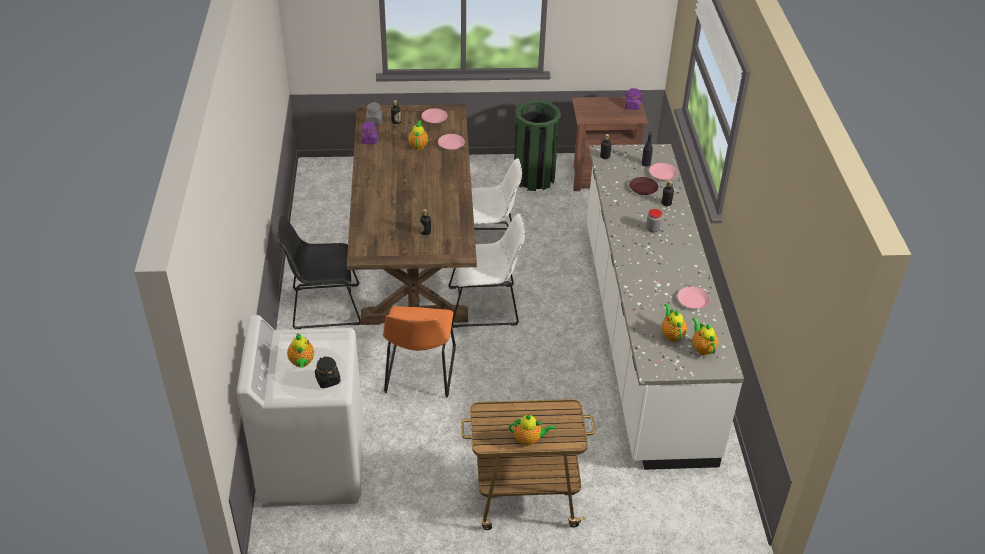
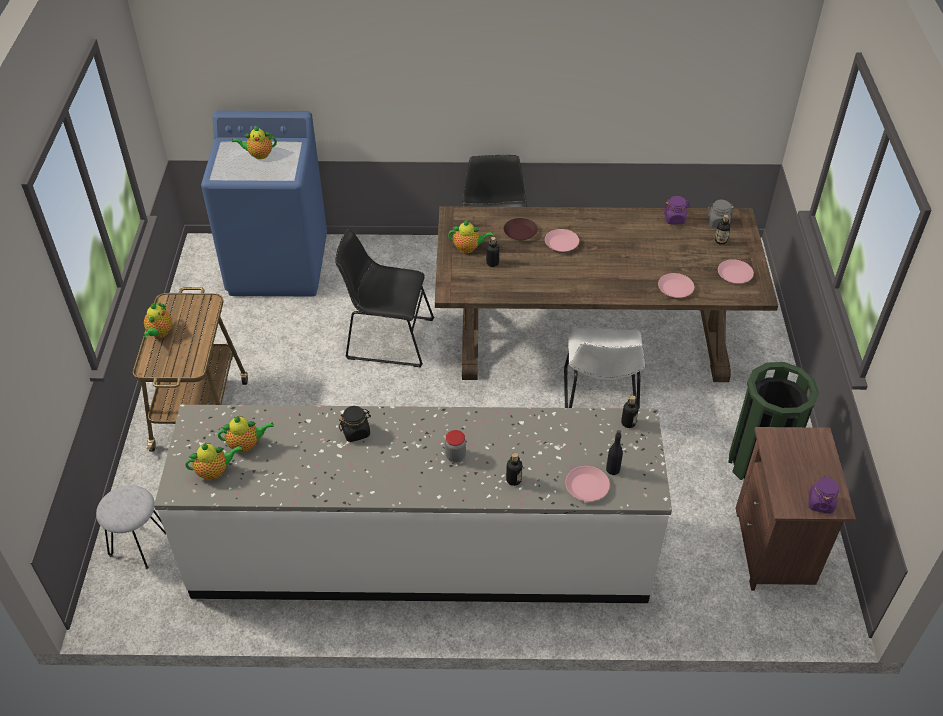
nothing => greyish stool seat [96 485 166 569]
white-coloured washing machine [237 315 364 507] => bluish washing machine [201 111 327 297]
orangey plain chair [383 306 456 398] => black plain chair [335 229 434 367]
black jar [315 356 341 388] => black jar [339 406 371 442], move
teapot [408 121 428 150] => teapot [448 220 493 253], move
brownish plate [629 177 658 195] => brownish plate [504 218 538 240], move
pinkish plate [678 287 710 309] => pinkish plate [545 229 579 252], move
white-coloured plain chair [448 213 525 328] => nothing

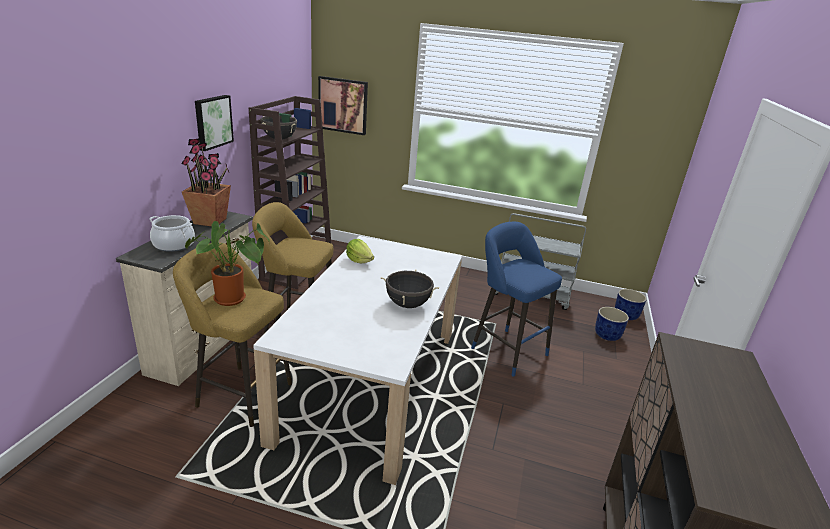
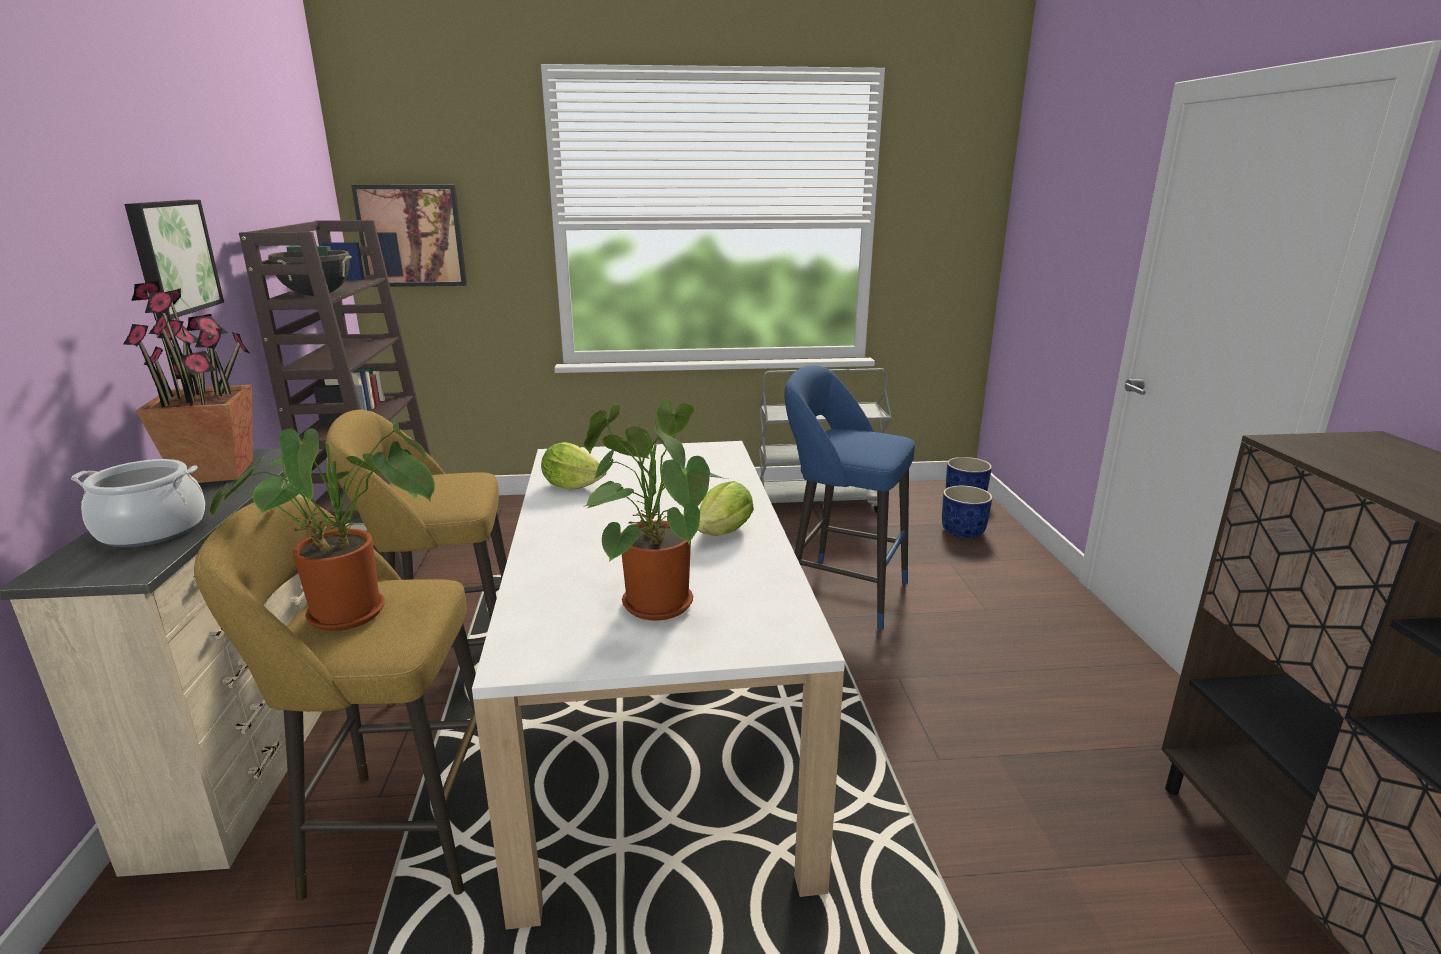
nothing => plant in a pot [583 399 728 620]
black saucepot [381 270 439 308] => lettuce head [698 481 754 536]

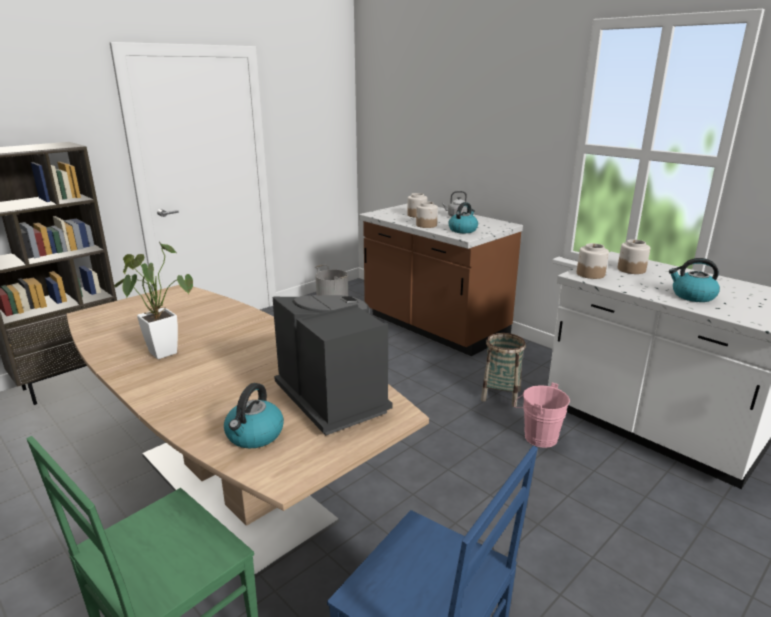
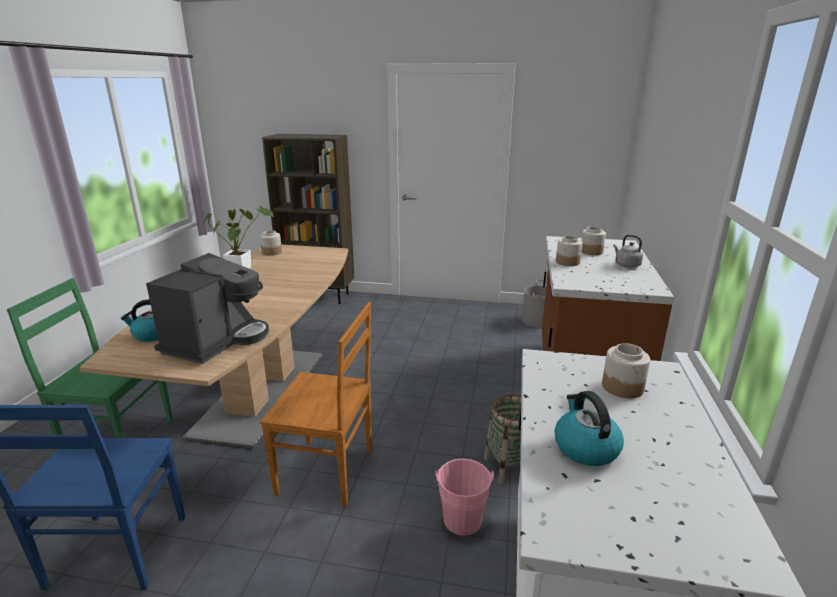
jar [577 243 609 279] => jar [260 230 282 256], move
nothing => brownish plain chair [260 302 372 507]
kettle [448 202 478 233] => nothing

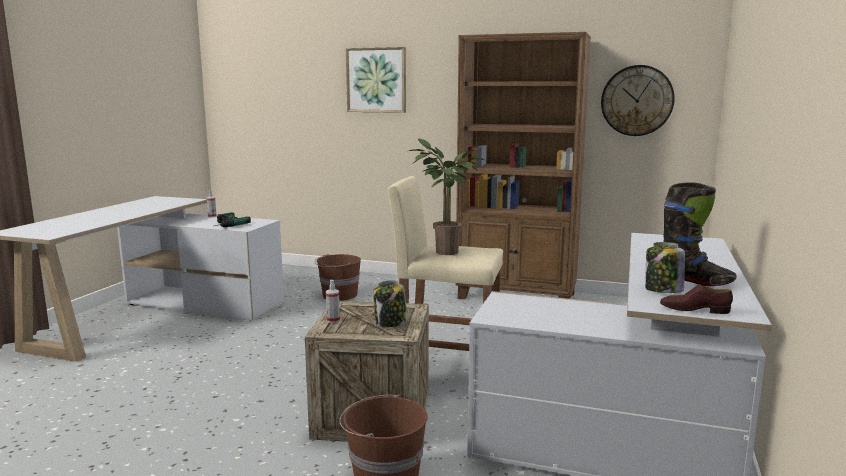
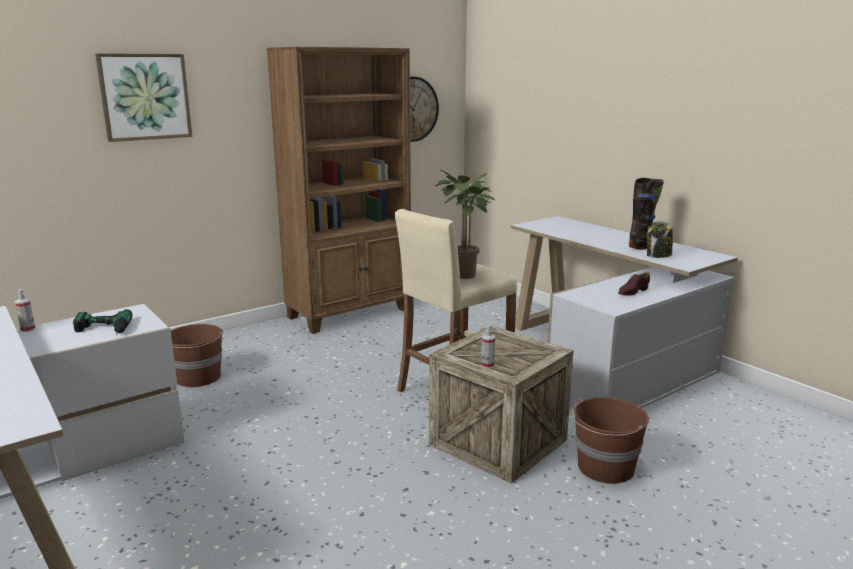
brownish low shoe [660 284 733 314] => brownish low shoe [618 273 650 295], move
jar [373 280 407 328] => nothing

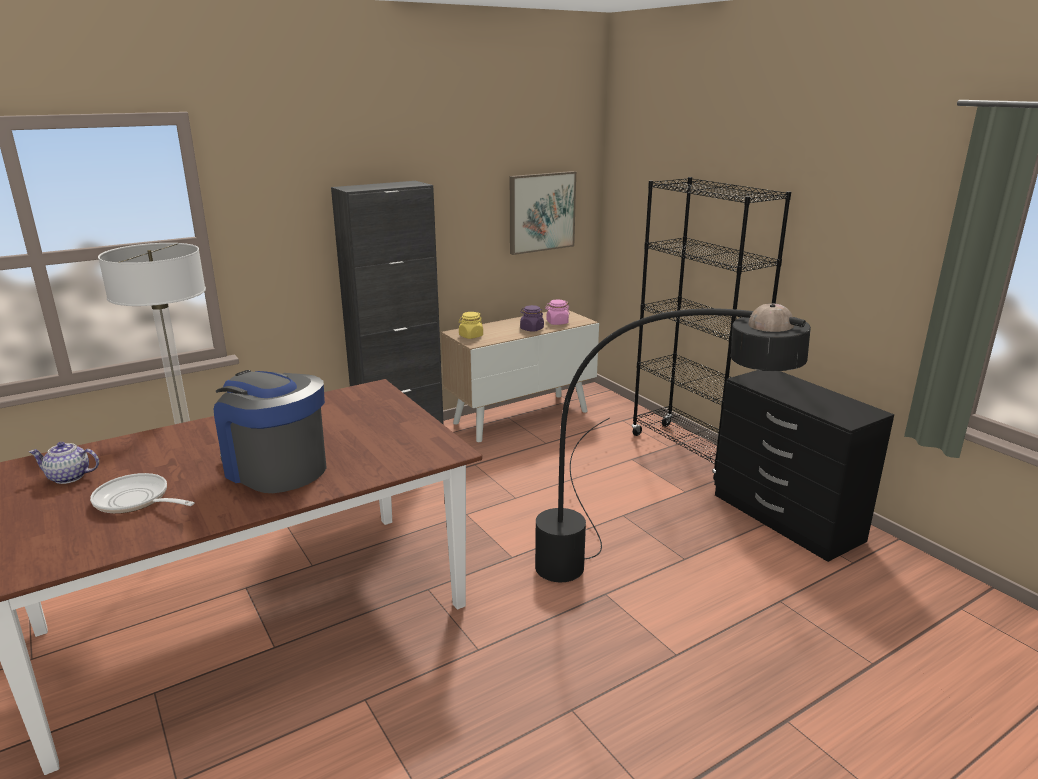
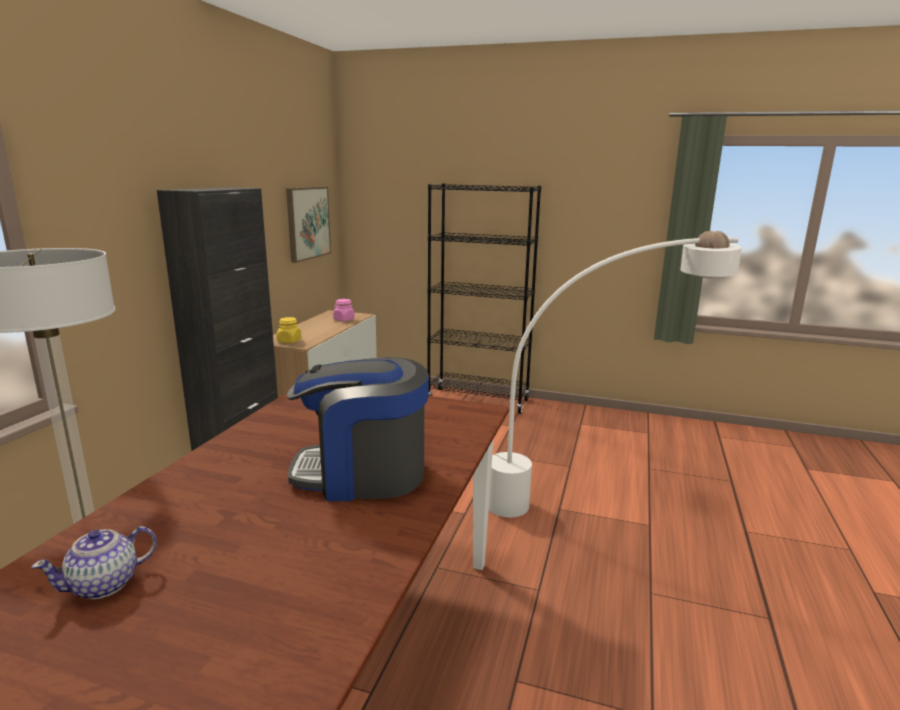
black floor lamp [535 303 811 582] => white-coloured floor lamp [489 230 742 517]
pan [90 473 195 514] => nothing
purplish jar [520 305 544 332] => nothing
black chest of drawers [714 370 894 562] => nothing

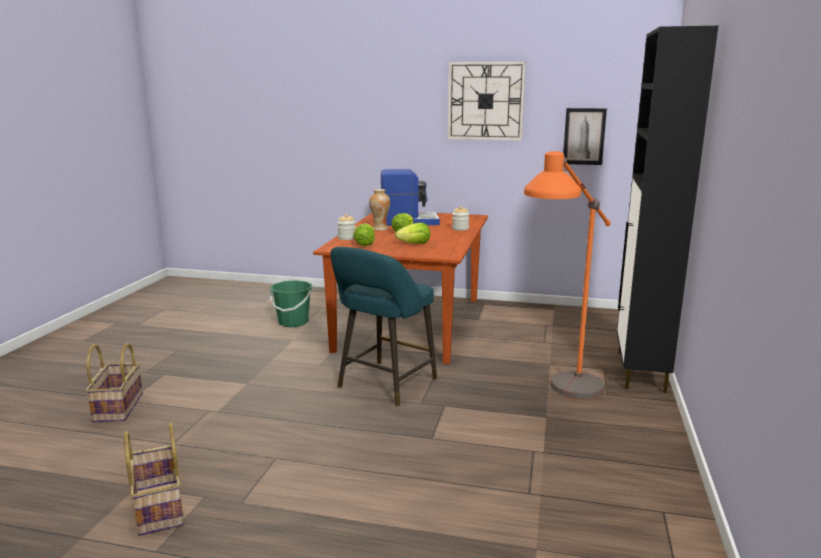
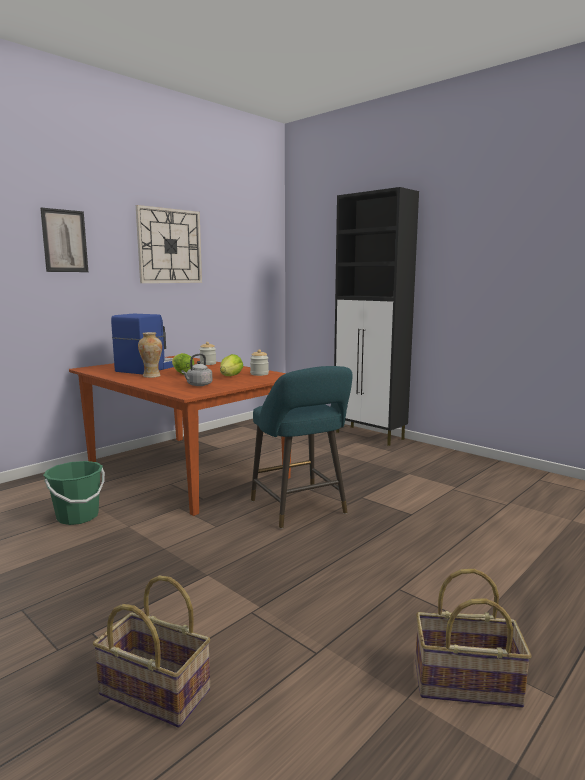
picture [563 108 607 165] => picture [40 208 88 272], move
lettuce head [353 223 375 246] => greyish kettle [181 353 212 386]
jar [337 214 356 240] => jar [250 349 269 376], move
orangey floor lamp [524 151 611 399] => nothing

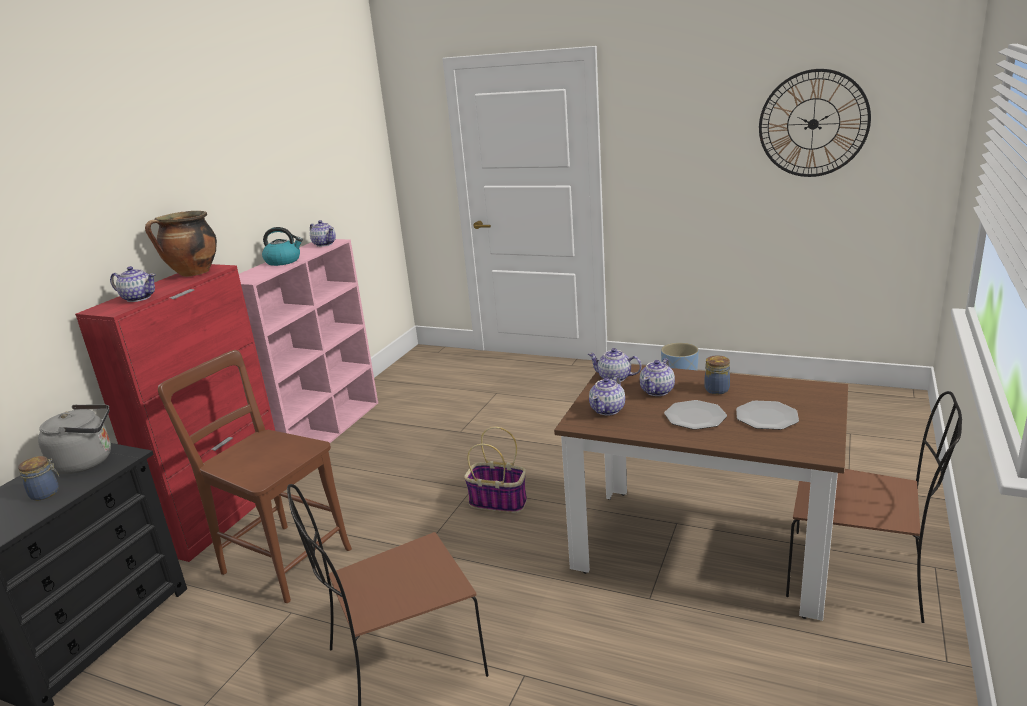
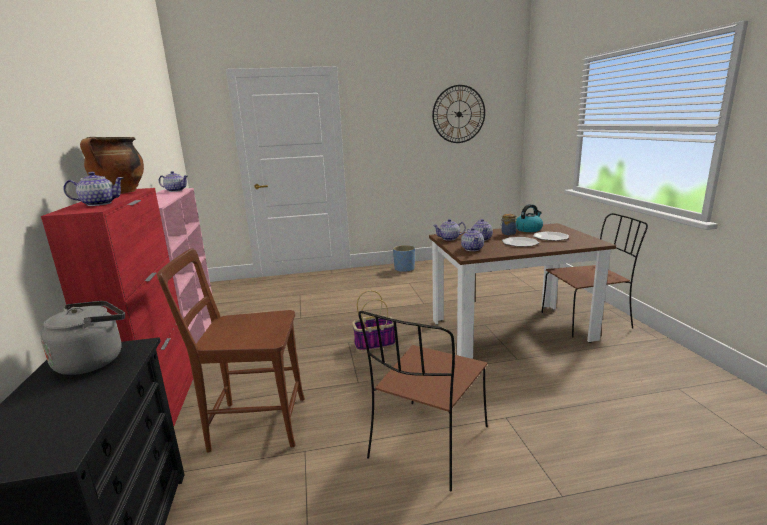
kettle [262 227 303 266] => kettle [516 204 543 232], move
jar [18 456 59 501] => nothing

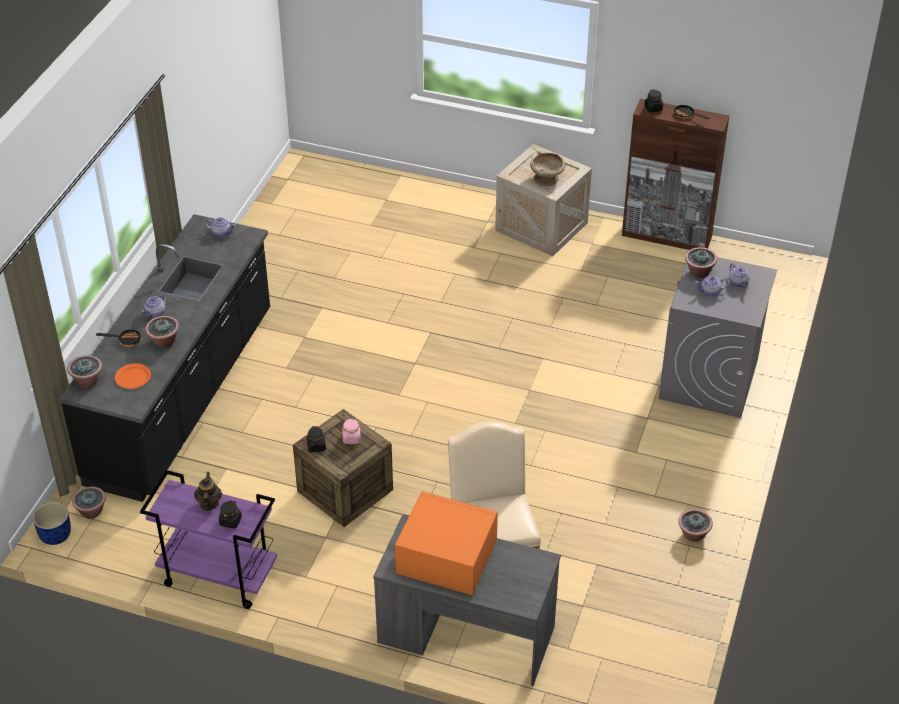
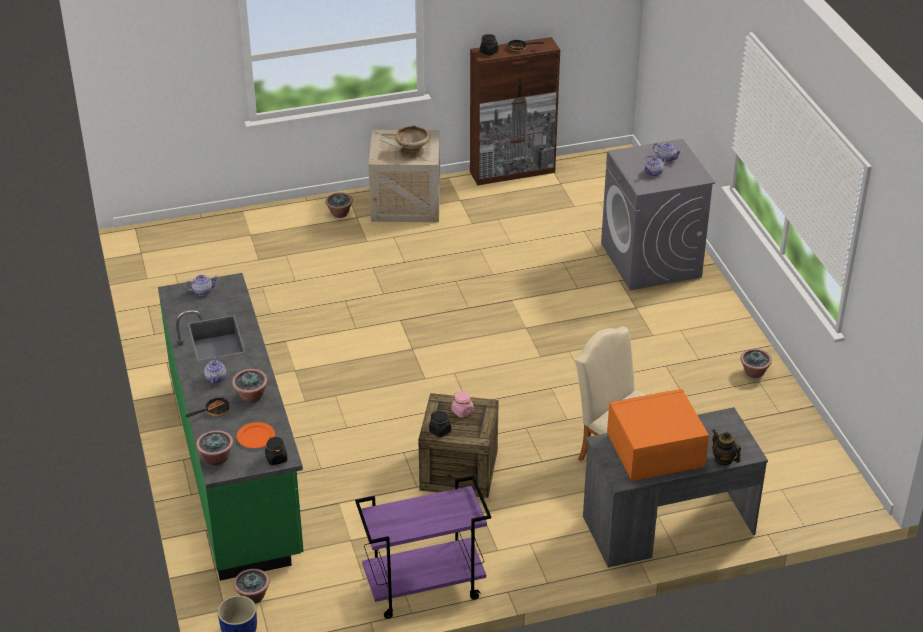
black kitchen counter [60 214 270 502] => greenish kitchen counter [158 273 304 581]
black jar [219 500 242 528] => black jar [265 436 288 465], move
plant in a pot [685 247 717 278] => plant in a pot [325 192 353 218], move
teapot [194 472 222 511] => teapot [712 429 741 466], move

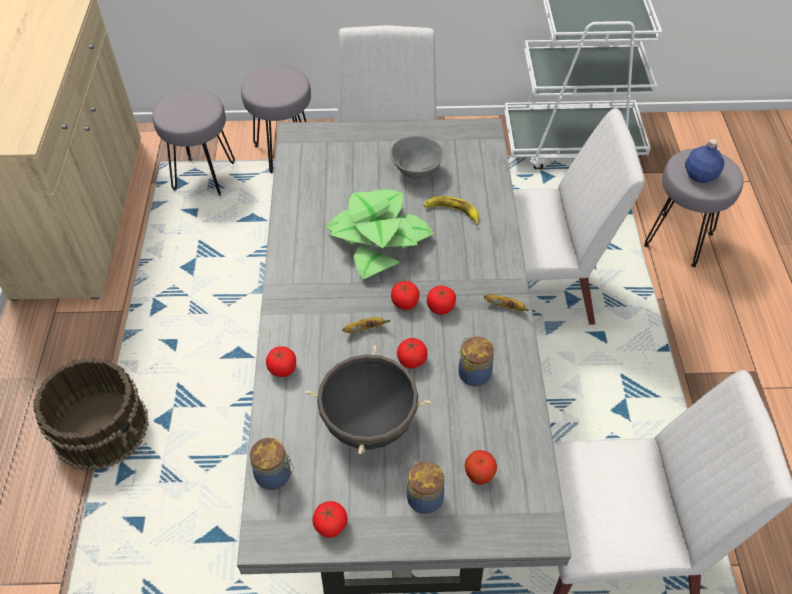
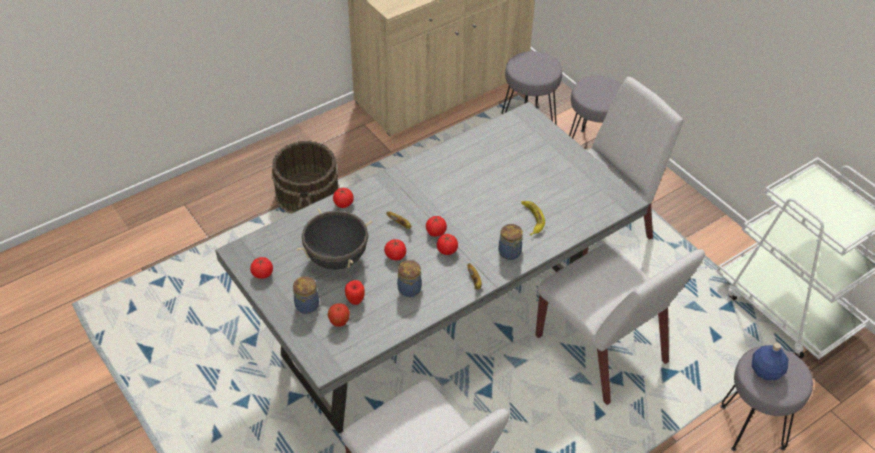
nothing => apple fruit [345 280 365 305]
jar [250 438 294 490] => jar [498 224 523 260], move
plant in a pot [326 189 434 279] => nothing
greyish deep dish [390 135 443 179] => nothing

